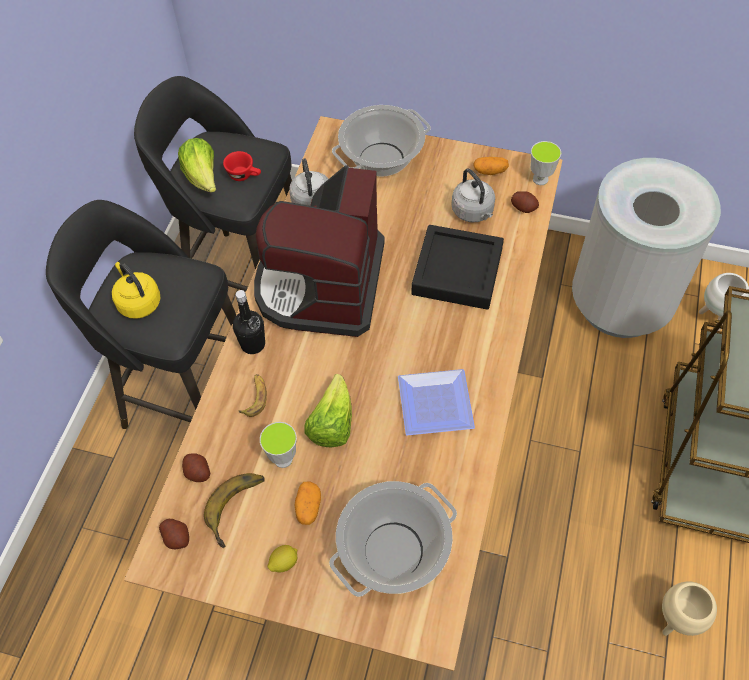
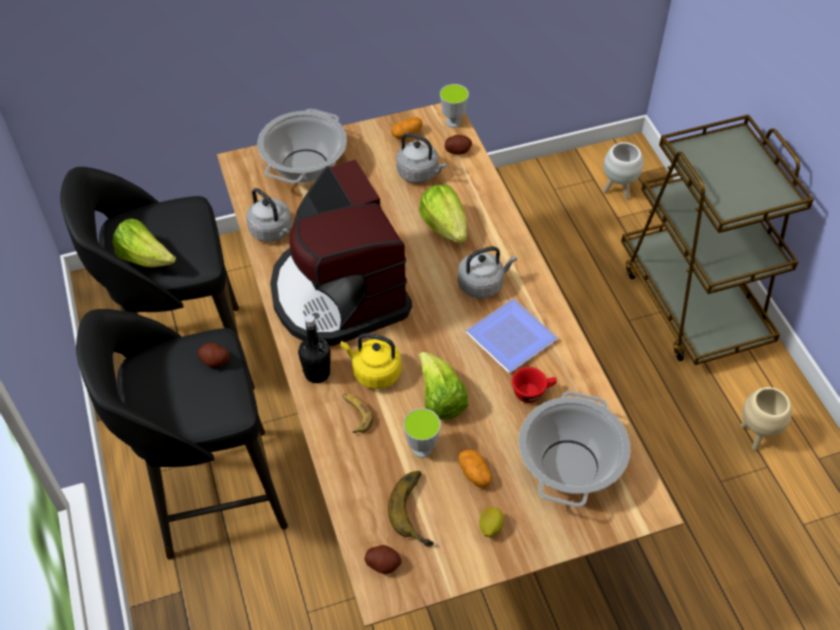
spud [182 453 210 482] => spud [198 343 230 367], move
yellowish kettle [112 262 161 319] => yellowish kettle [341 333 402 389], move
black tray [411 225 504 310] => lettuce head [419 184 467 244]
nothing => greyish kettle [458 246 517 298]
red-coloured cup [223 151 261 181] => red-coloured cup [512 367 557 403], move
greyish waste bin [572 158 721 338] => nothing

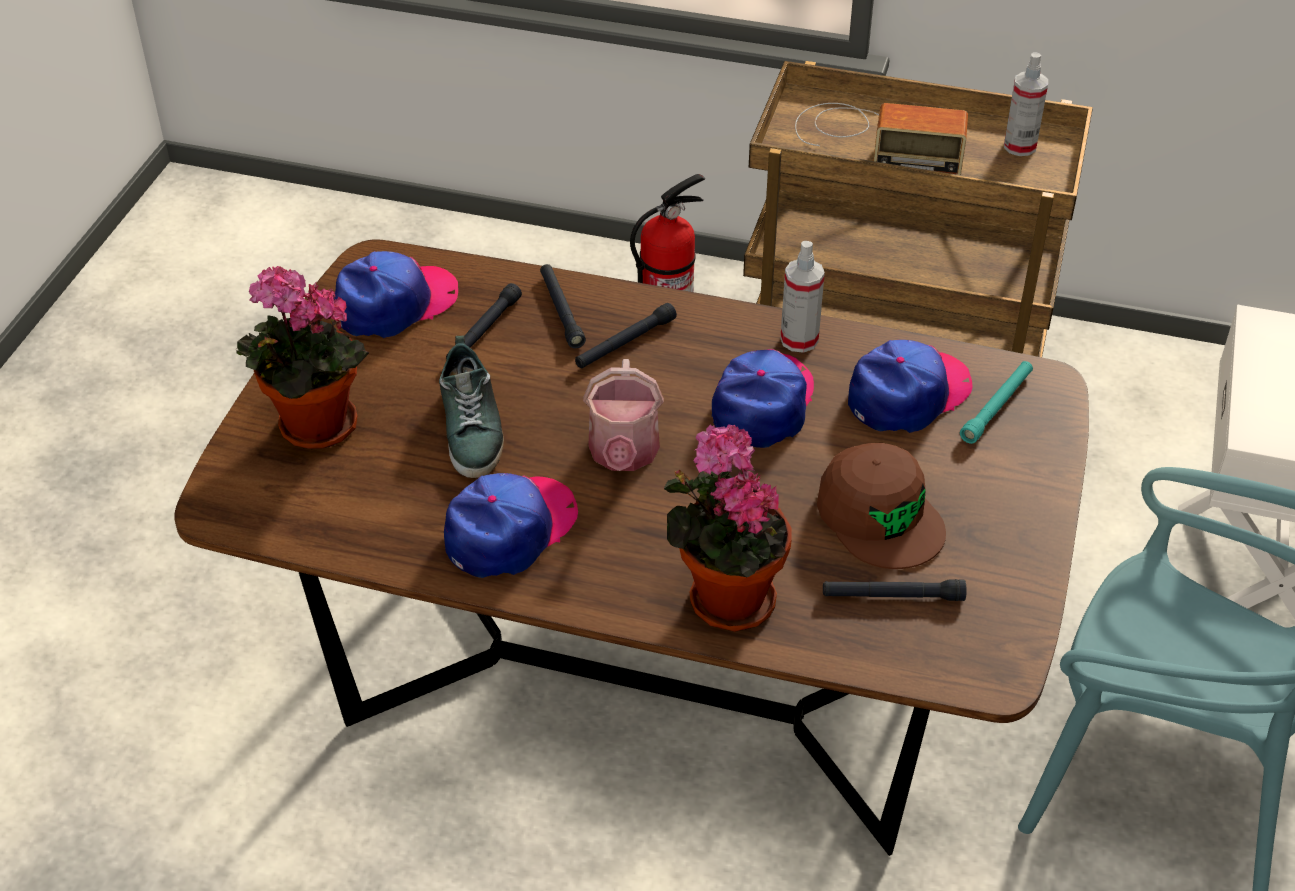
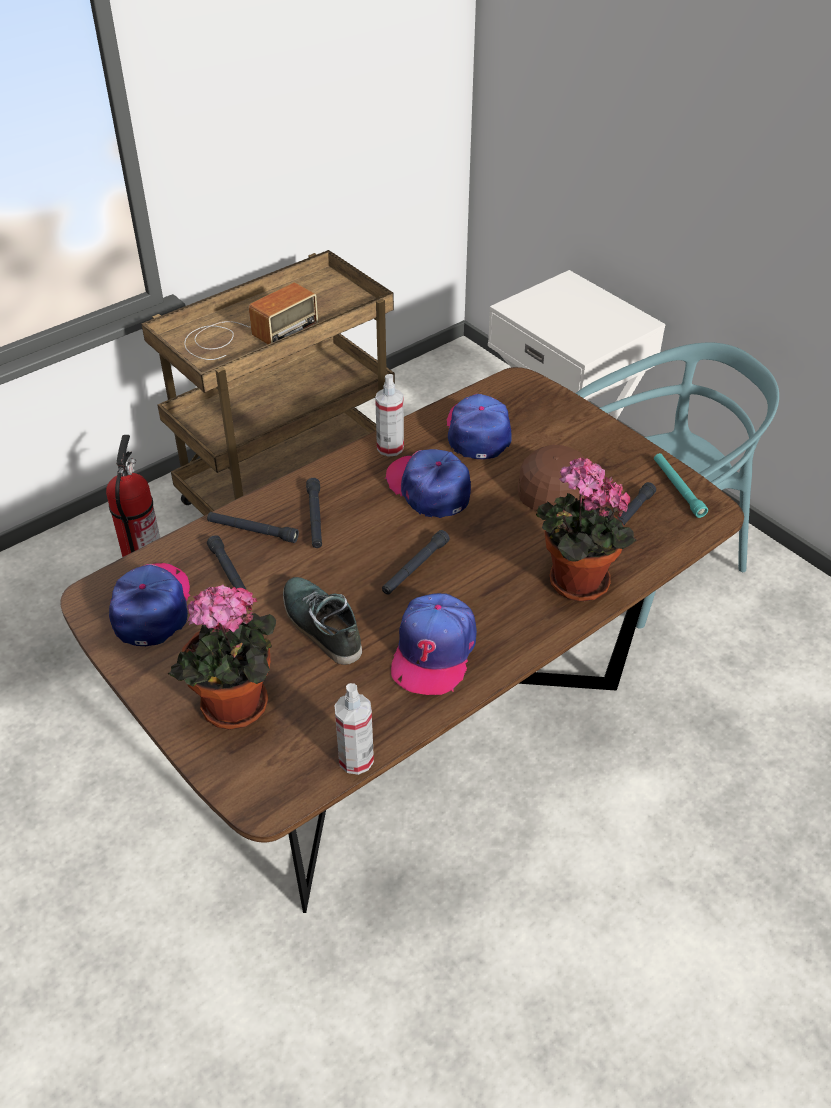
low shoe [439 336 504 478] => low shoe [283 577 362 665], 150 degrees counterclockwise
hand sprayer [1004 52 1048 156] => hand sprayer [334 683 374 775], move
watering pot [583 359 664 471] => black hand torch [382 530 450 595]
baseball cap [444 473 578 578] => baseball cap [391 593 477 695], 150 degrees counterclockwise
turquoise-coloured hand torch [960 361 1033 444] => turquoise-coloured hand torch [654 453 708 518], move

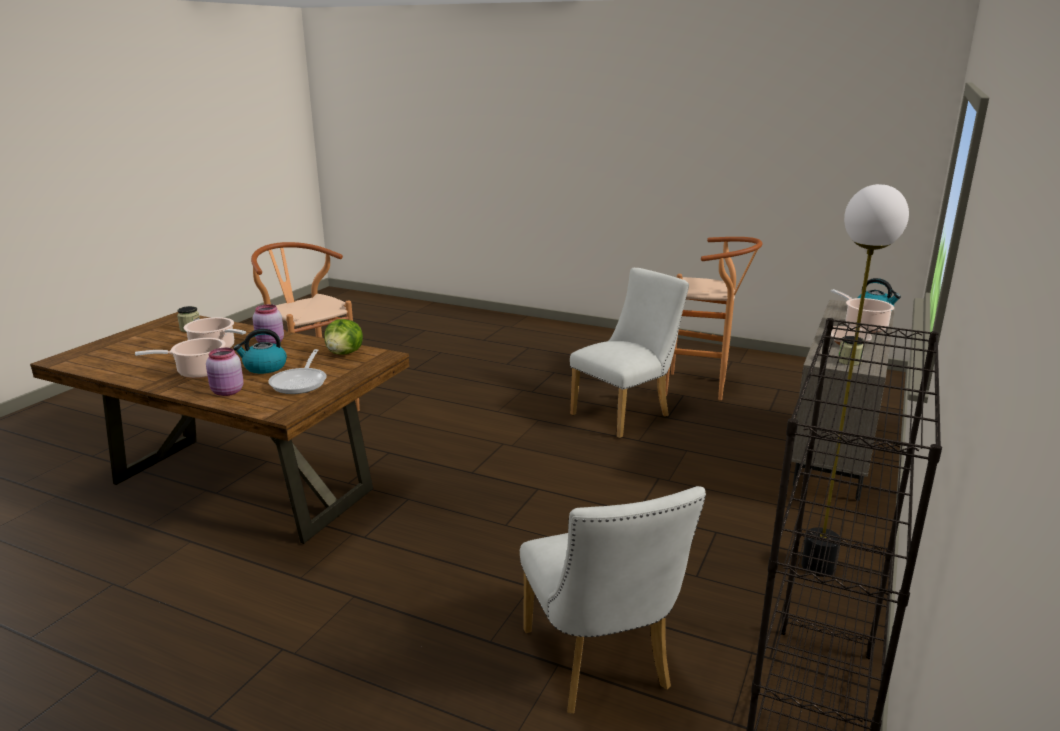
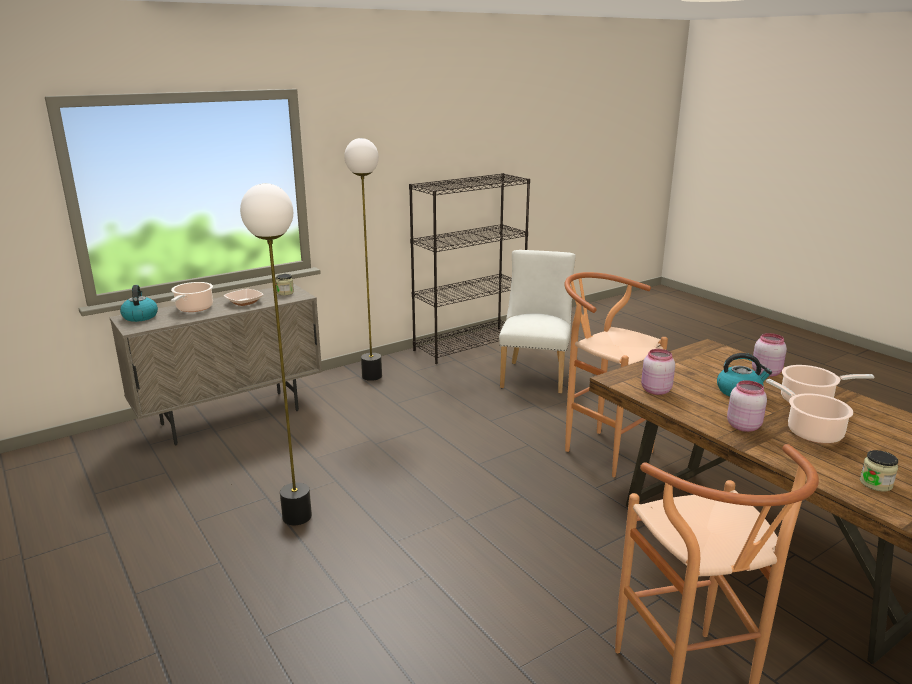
white-coloured plain chair [570 268 689 438] => floor lamp [240 183 312 525]
brownish stool seat [666 237 763 400] => brownish stool seat [564 272 668 477], move
lettuce head [324 319 363 355] => pinkish jar [641 349 675 395]
pan [268 349 327 394] => nothing

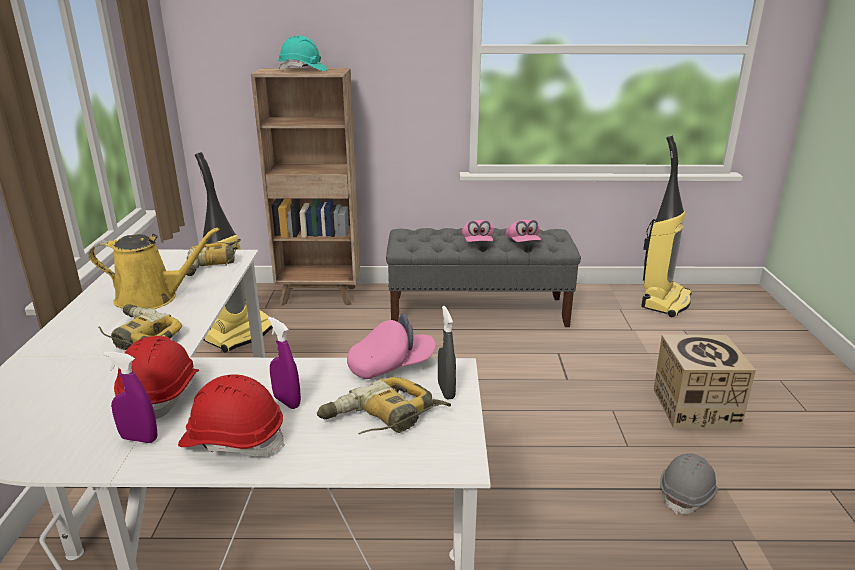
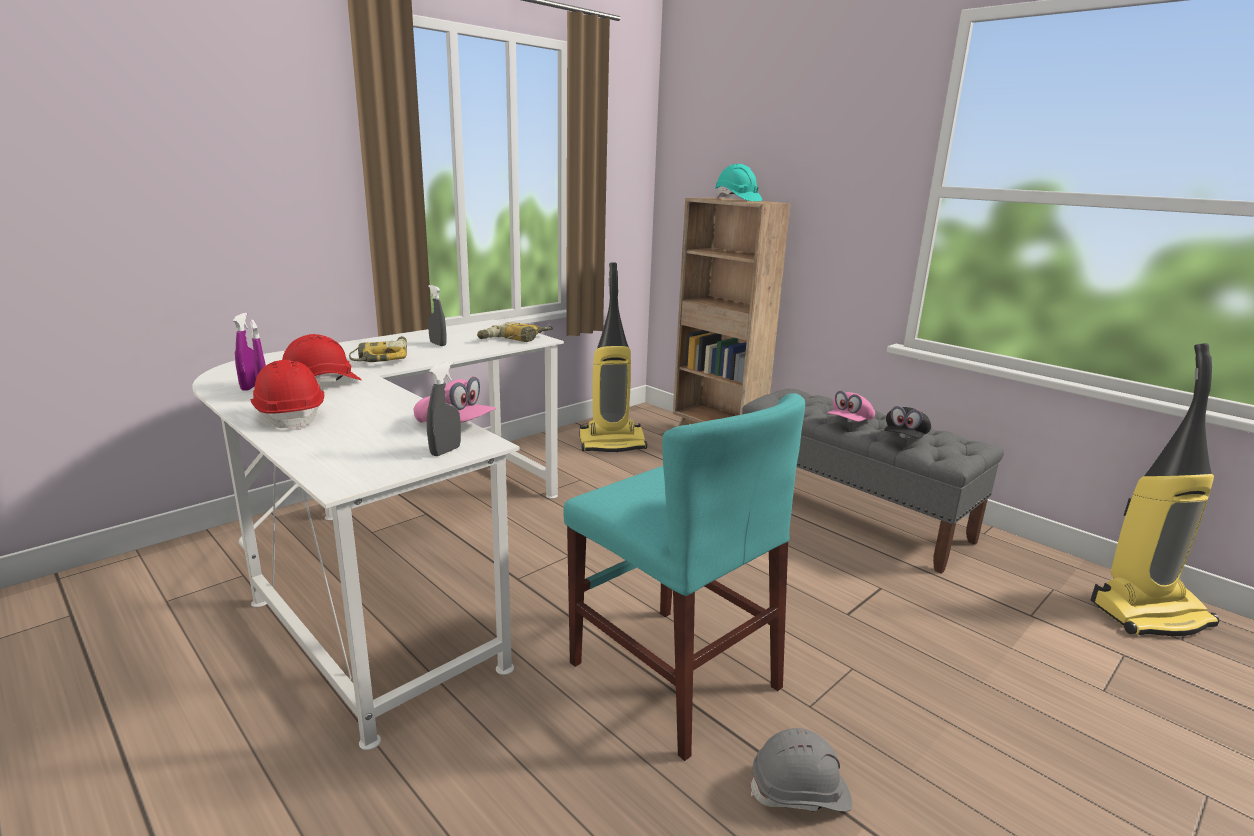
purplish hand sprayer [268 317 301 409] => purplish hand sprayer [233 313 256 391], move
yellowish watering pot [89 227 220 309] => greyish hand sprayer [428 285 447 346]
nothing => turquoise-coloured plain chair [563 393 805 761]
pinkish baseball cap [506 220 541 242] => black baseball cap [884 406 931 438]
drill [317 377 451 435] => nothing
carton [654 335 756 428] => nothing

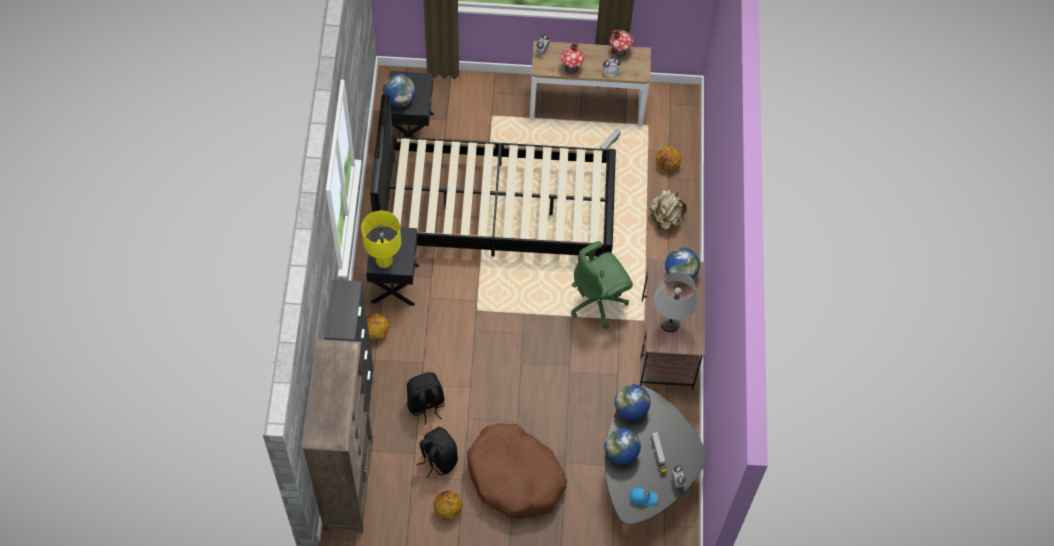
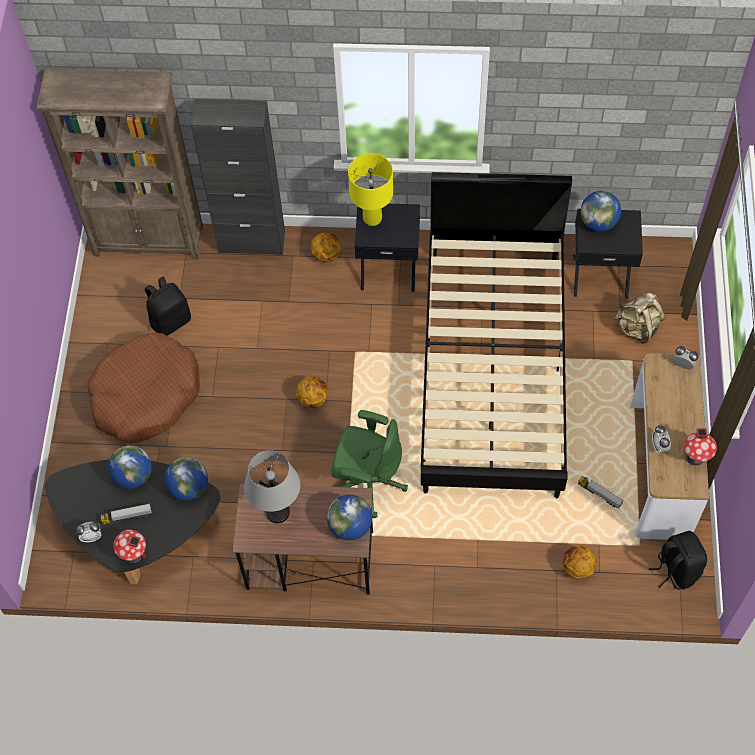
miniature house [561 42 585 74] => miniature house [113 530 146 563], move
ball for basketball [434 491 462 519] => ball for basketball [296 376 328 409], move
greenish computer chair [571 241 633 329] => greenish computer chair [331 410 408 518], 135 degrees clockwise
beige-coloured knapsack [649 189 687 229] => beige-coloured knapsack [615 293 666 344], move
black knapsack [407 372 445 425] => black knapsack [649 531 707 589], move
bluish baseball cap [629 488 658 506] => nothing

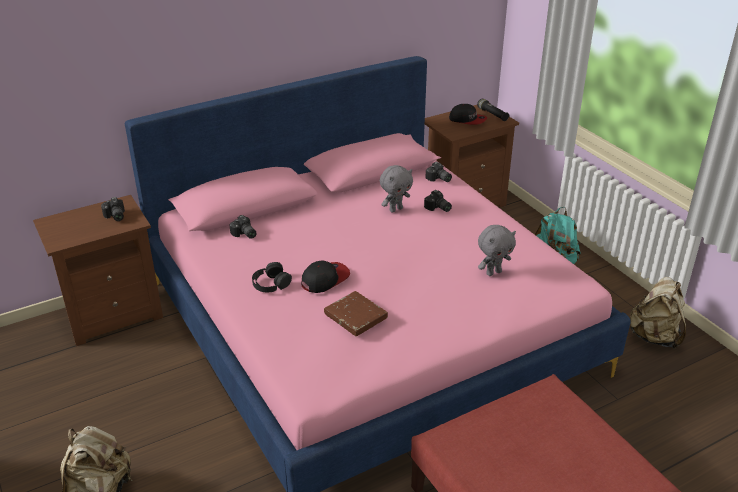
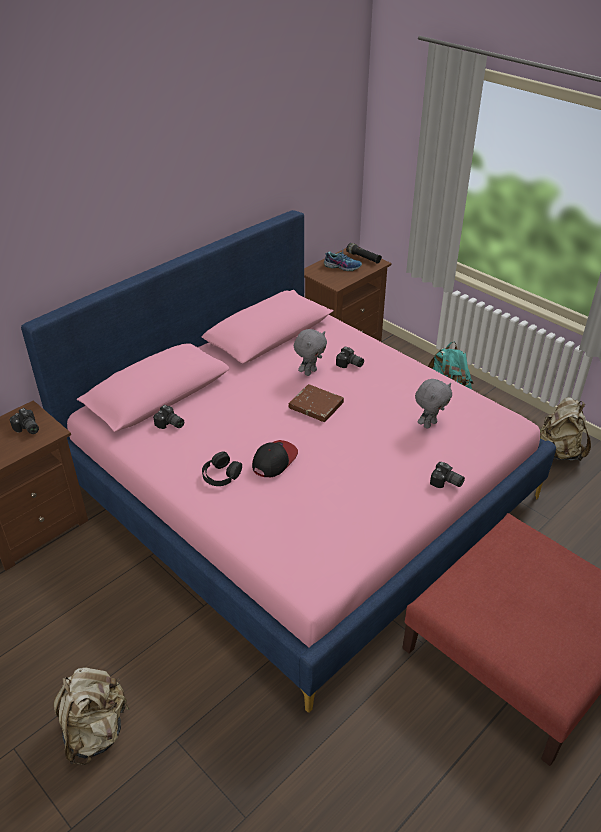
brownish volume [324 291 388 336] => brownish volume [288 384 344 422], move
baseball cap [449 104 487 125] => low shoe [324 250 362 271]
photo camera [425 162 452 182] => photo camera [430 462 465 488], move

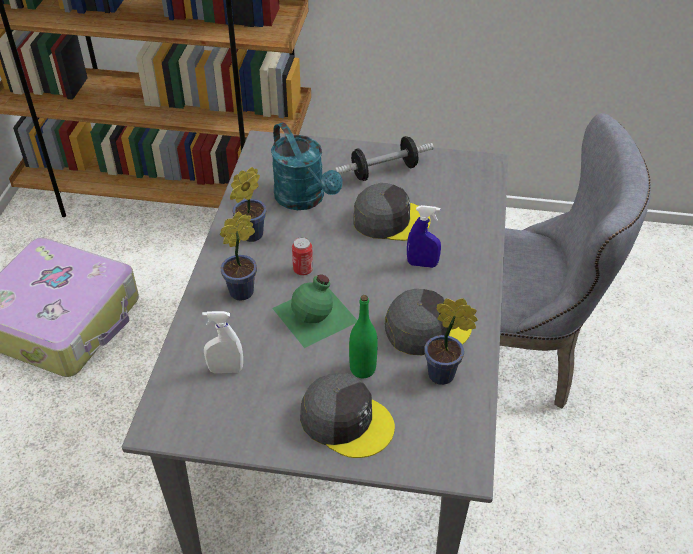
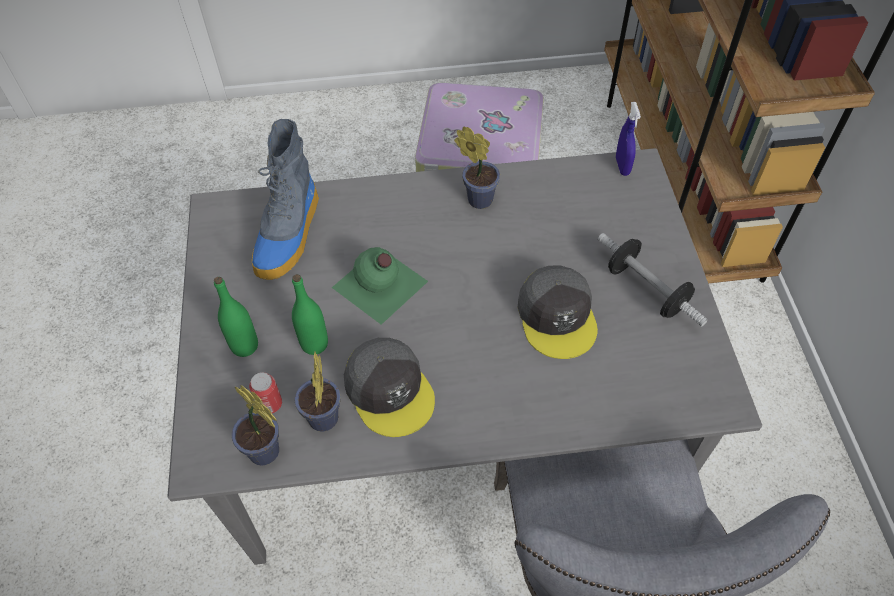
greyish baseball cap [300 373 395 458] => greenish beverage bottle [214 277 258 357]
plant in a pot [220 212 257 301] => plant in a pot [232 385 279 466], move
metal can [292 237 313 276] => metal can [249 372 282 413], move
white-coloured hand sprayer [202 311 243 373] => tall boot [252 119 319 280]
bluish hand sprayer [407 205 441 268] => bluish hand sprayer [616 102 641 176], move
turquoise-coloured watering pot [271 122 343 210] => nothing

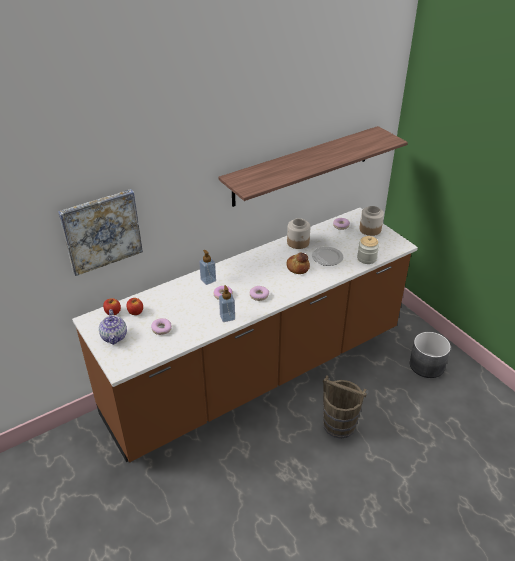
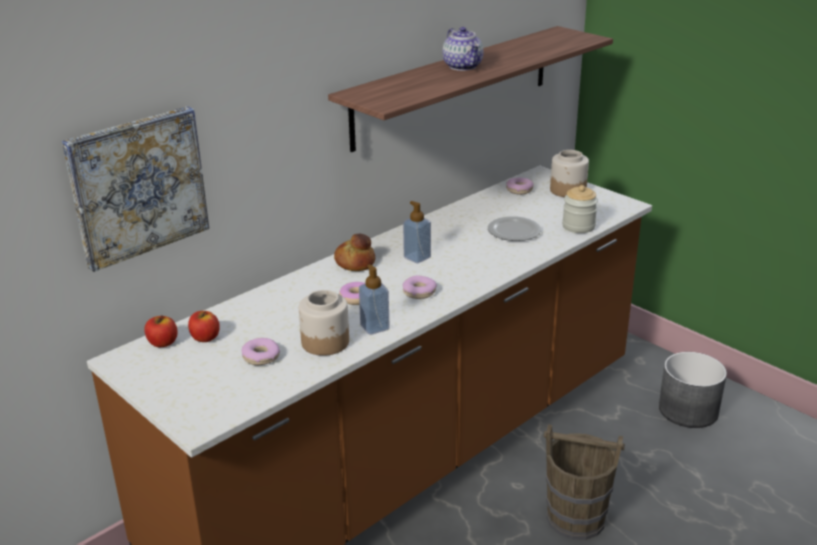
jar [287 218 311 249] => jar [299 290 349 356], move
baked bread [287 253 310 274] => baked bread [334 234 375 271], move
soap bottle [199 250 216 285] => soap bottle [403 201 431 263], move
teapot [99 309 127 345] => teapot [442 27 483 71], move

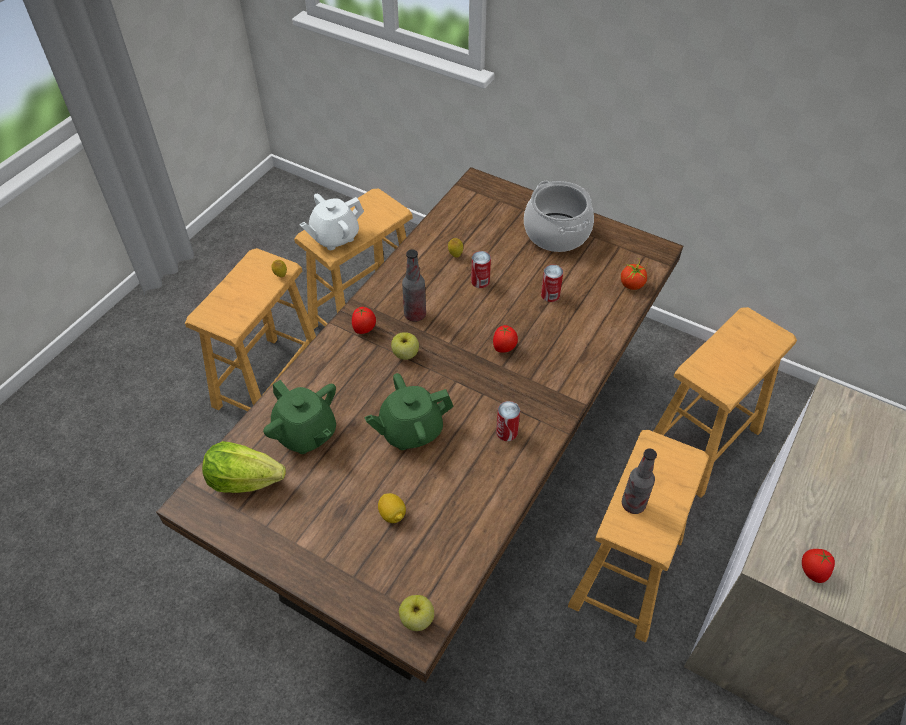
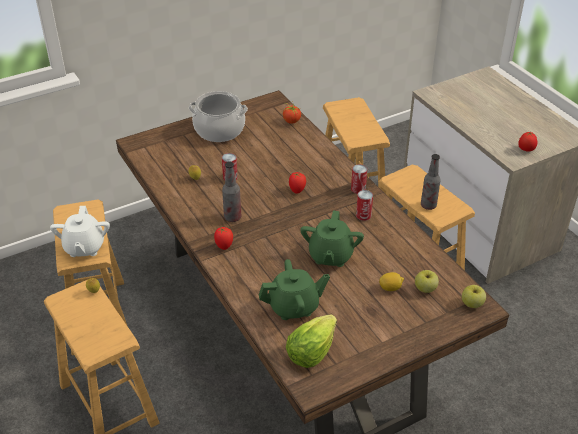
metal can [541 265 563 302] => metal can [351 164 367 194], move
apple fruit [391 332 419 360] => apple fruit [415 270 439 293], move

